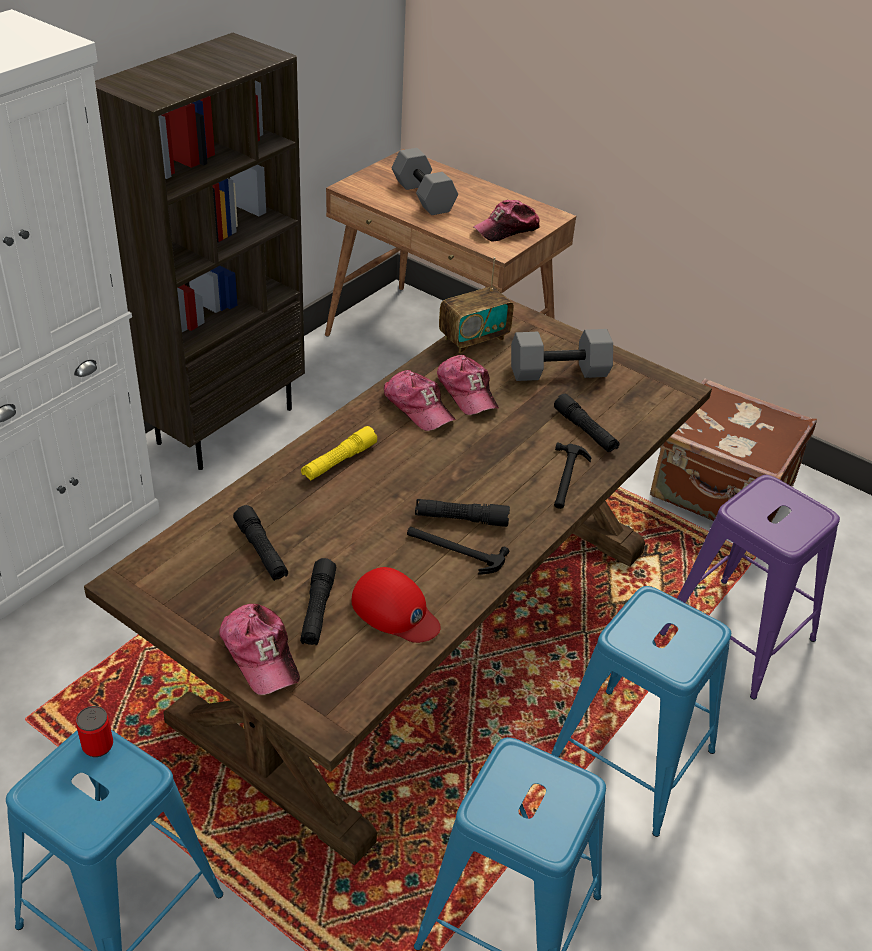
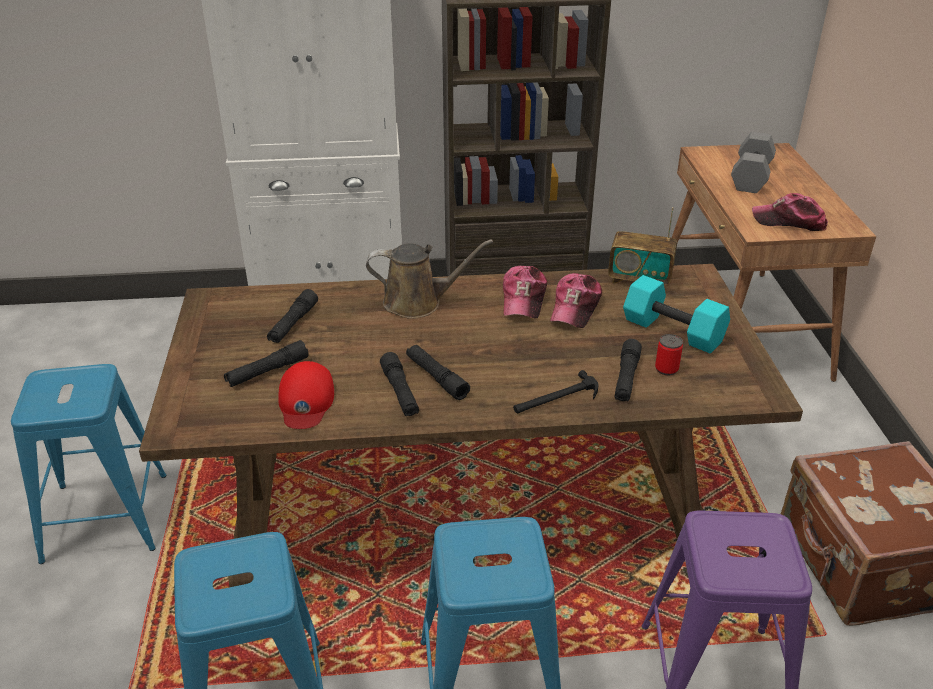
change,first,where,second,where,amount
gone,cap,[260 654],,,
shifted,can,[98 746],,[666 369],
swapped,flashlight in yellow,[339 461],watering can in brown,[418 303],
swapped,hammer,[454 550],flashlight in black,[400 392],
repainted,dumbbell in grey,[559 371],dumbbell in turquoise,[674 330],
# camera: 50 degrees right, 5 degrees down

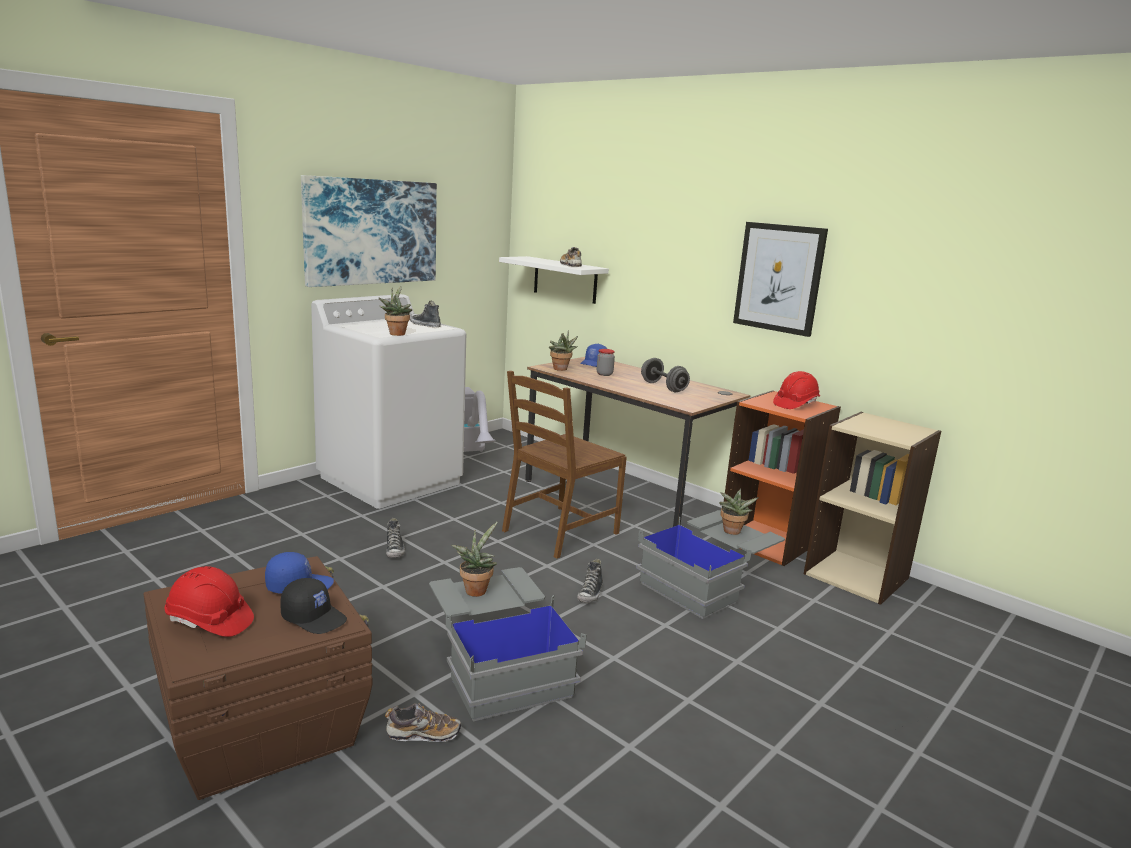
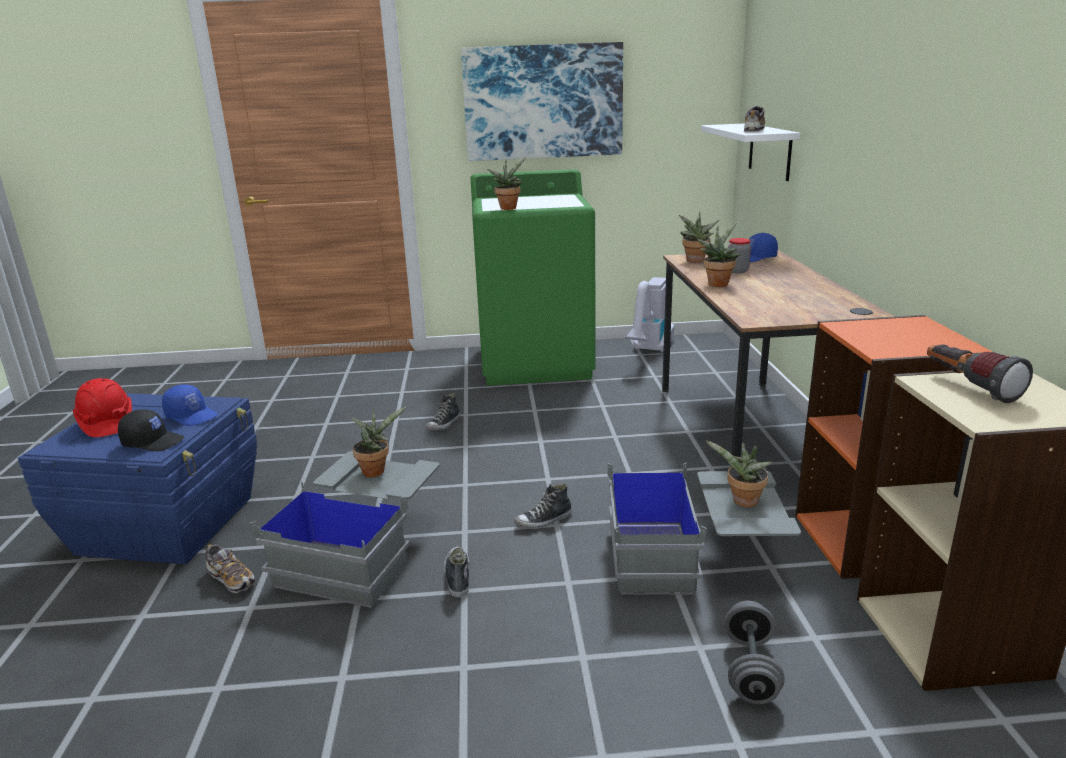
change,first,where,second,where,amount
gone,chair in brown,[559 532],,,
gone,picture,[779 278],,,
gone,hard hat in red,[795 404],,,
new,,,potted plant,[717 283],
new,,,flashlight,[968 387],
shifted,shoe,[424 324],,[457 576],
shifted,dumbbell in grey,[663 387],,[750 669],
repainted,storage box in brown,[263 725],storage box in blue,[169 524],
repainted,washing machine in white,[391 480],washing machine in green,[536 362],
rotated,cap in black,[314 617],,[153 442],60 degrees counterclockwise
# camera: 45 degrees right, 5 degrees up

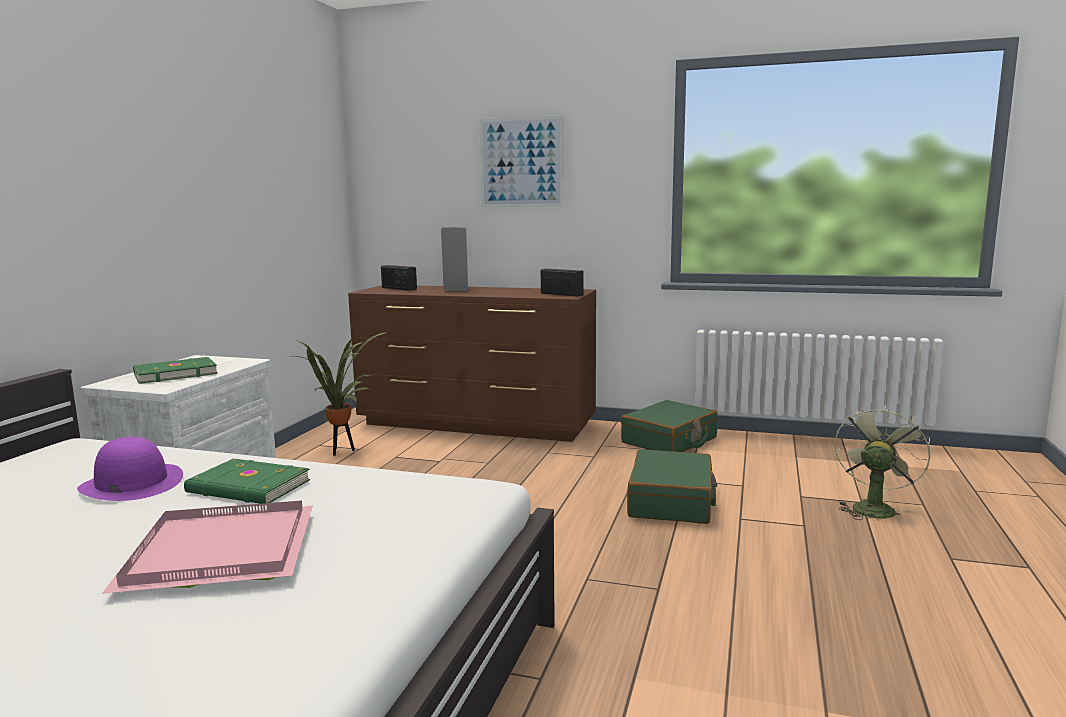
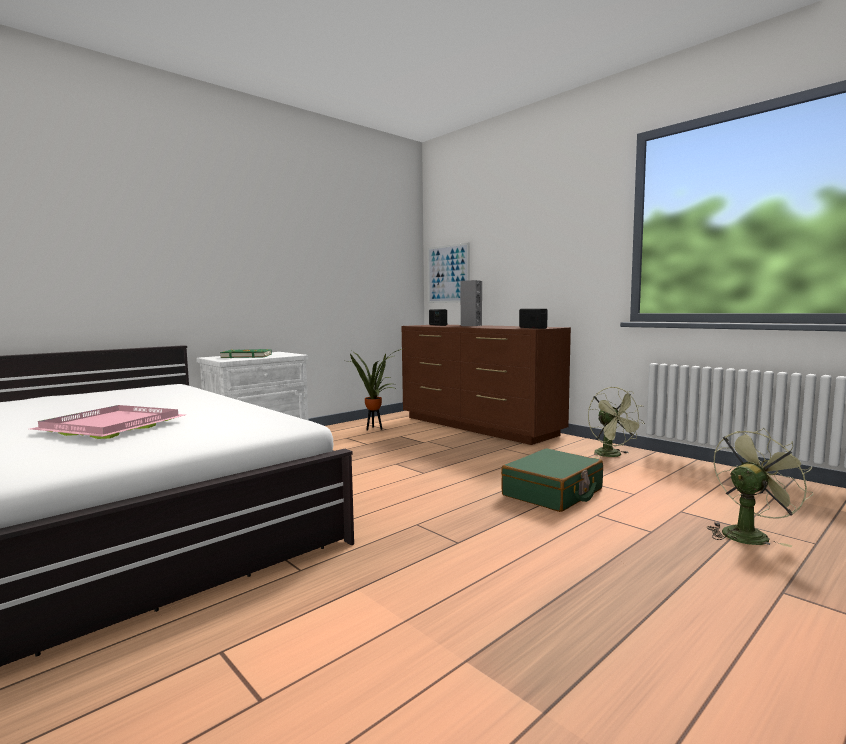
change,first,where,second,where,amount
gone,hat in purple,[131 483],,,
gone,book in green,[248 487],,,
shifted,picture,[521 162],,[448 274],
swapped,suitcase in green,[669 441],fan in green,[612 455],
# camera: 30 degrees right, 5 degrees down

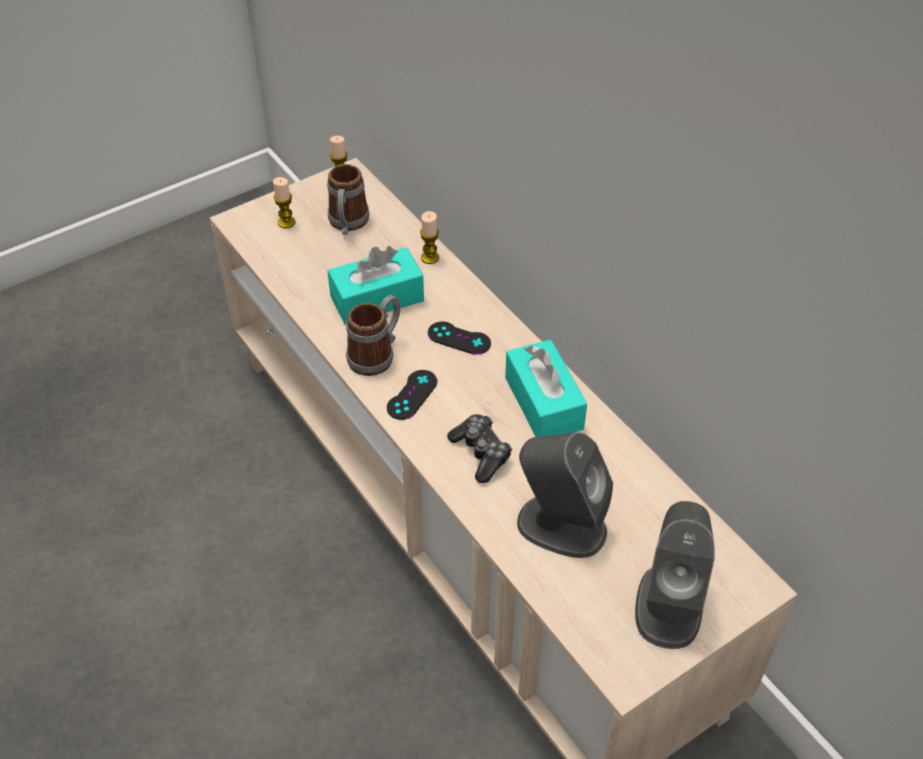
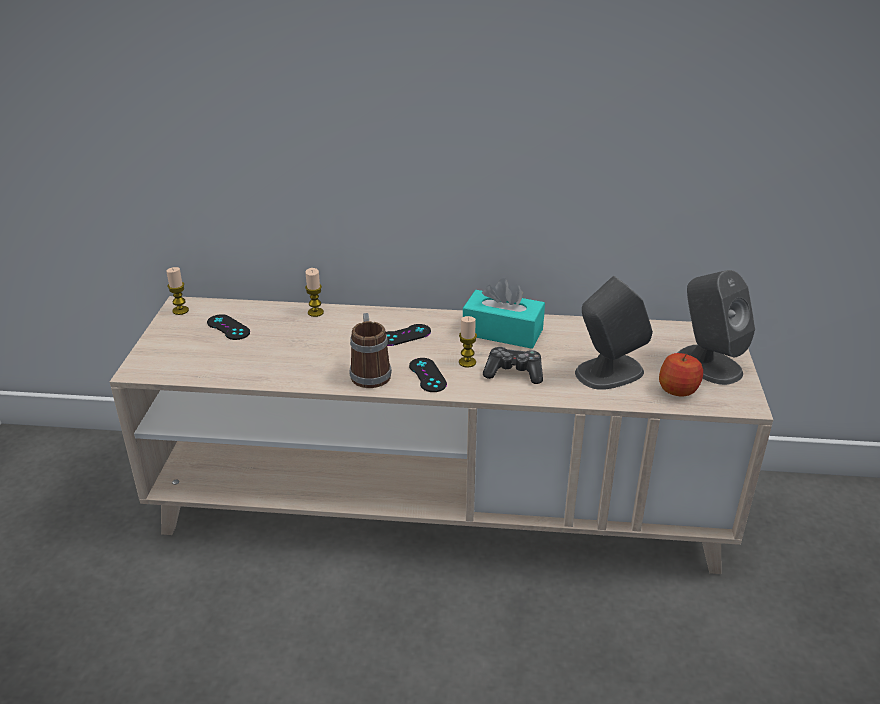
change,first,where,second,where,amount
gone,tissue box in turquoise,[377 299],,,
new,,,apple,[678 389],
shifted,candle,[286 222],,[467 362],
swapped,mug,[347 224],game controller in black,[228 327],
# camera: 50 degrees left, 15 degrees down

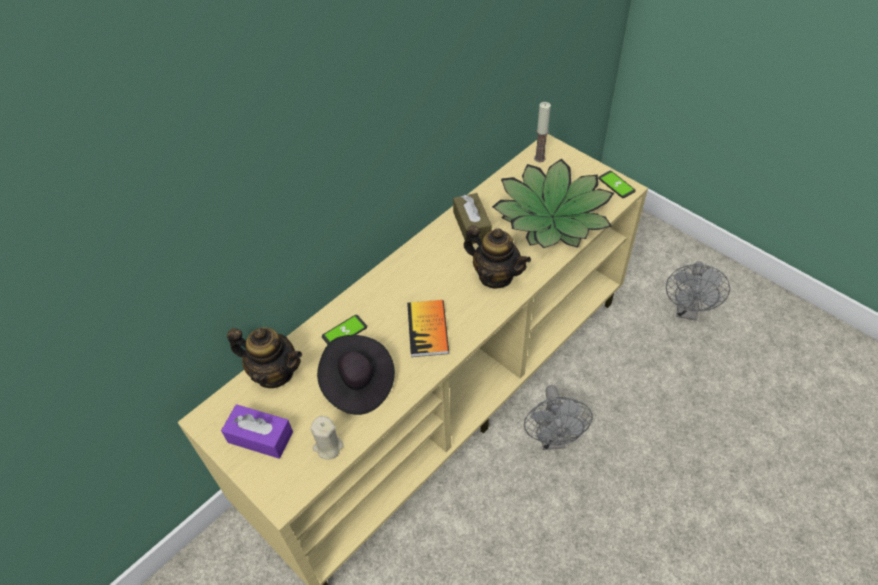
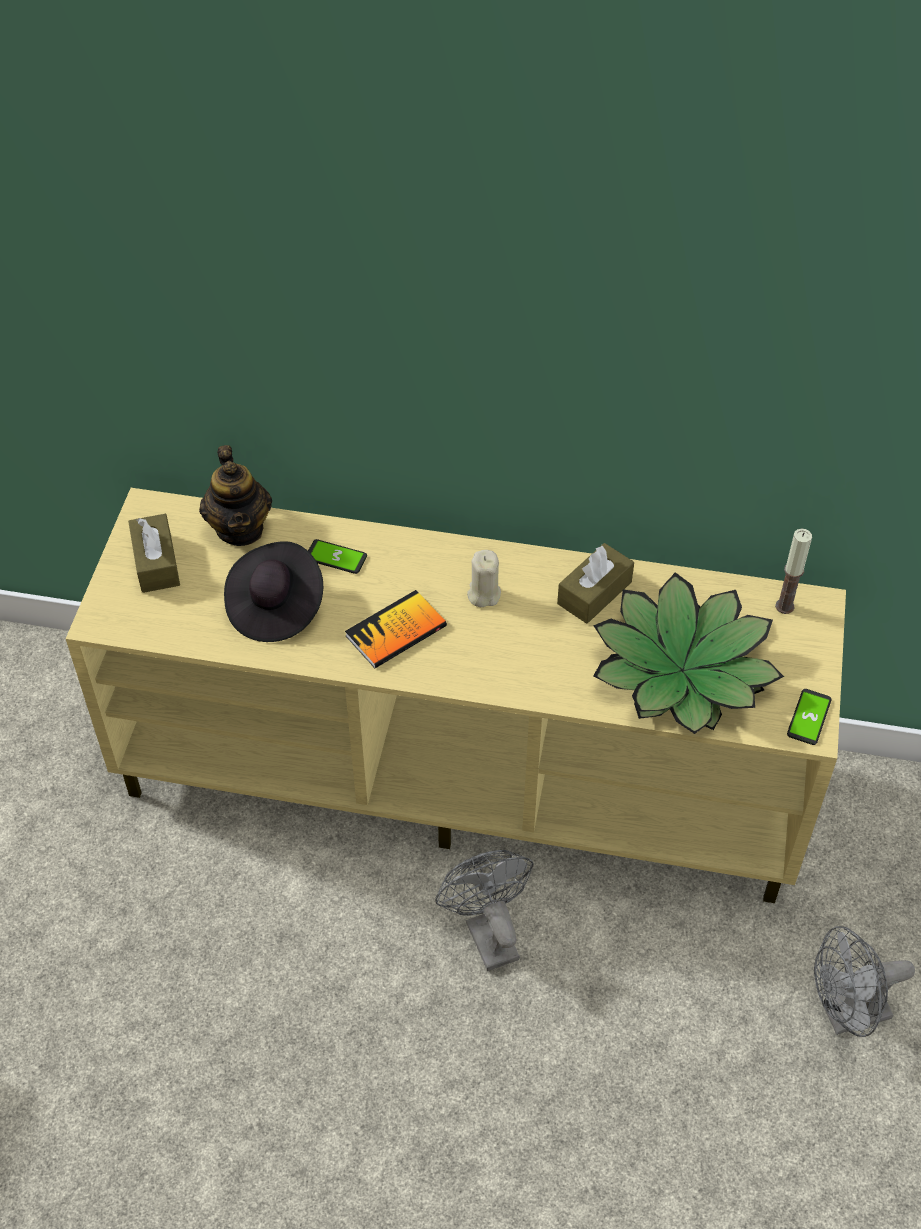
change,first,where,second,where,amount
gone,teapot,[495 276],,,
shifted,candle in beige,[328 446],,[483 594],
repainted,tissue box in purple,[260 437],tissue box in brown,[156 563],
rotated,fan in grey,[552 438],,[487 932],105 degrees clockwise
# camera: 55 degrees right, 0 degrees up

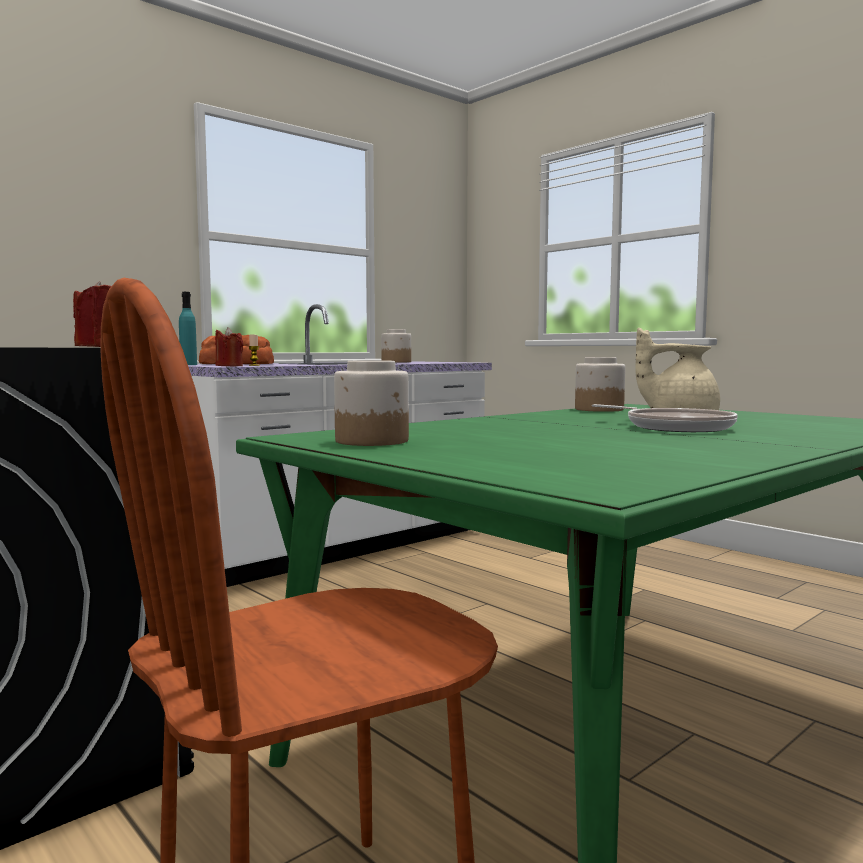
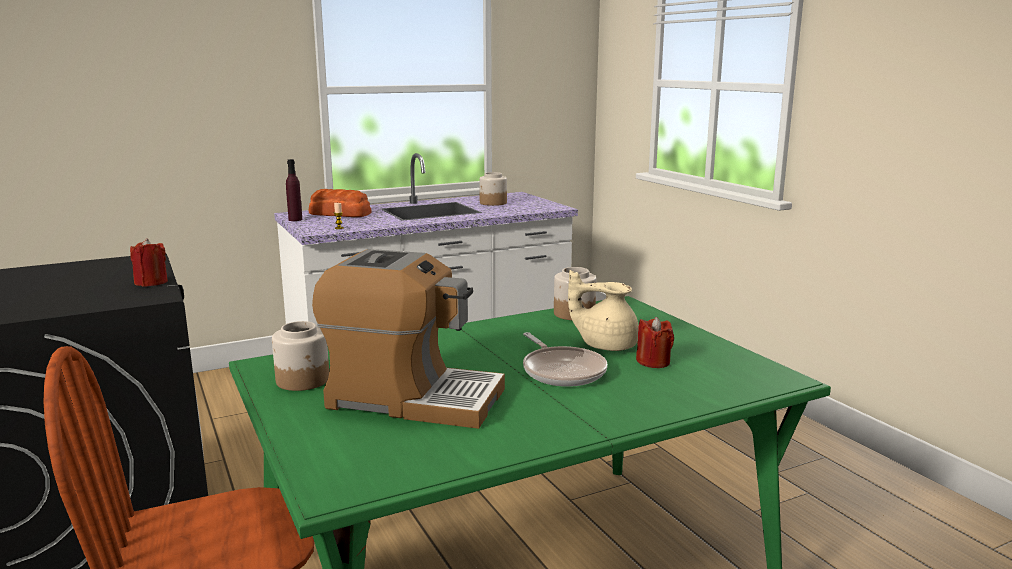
change,first,where,second,where,amount
new,,,coffee machine,[412 398],
shifted,candle in red,[229 366],,[653 362],
repainted,bottle in turquoise,[188 365],bottle in purple,[295 219],
# camera: 15 degrees right, 10 degrees up

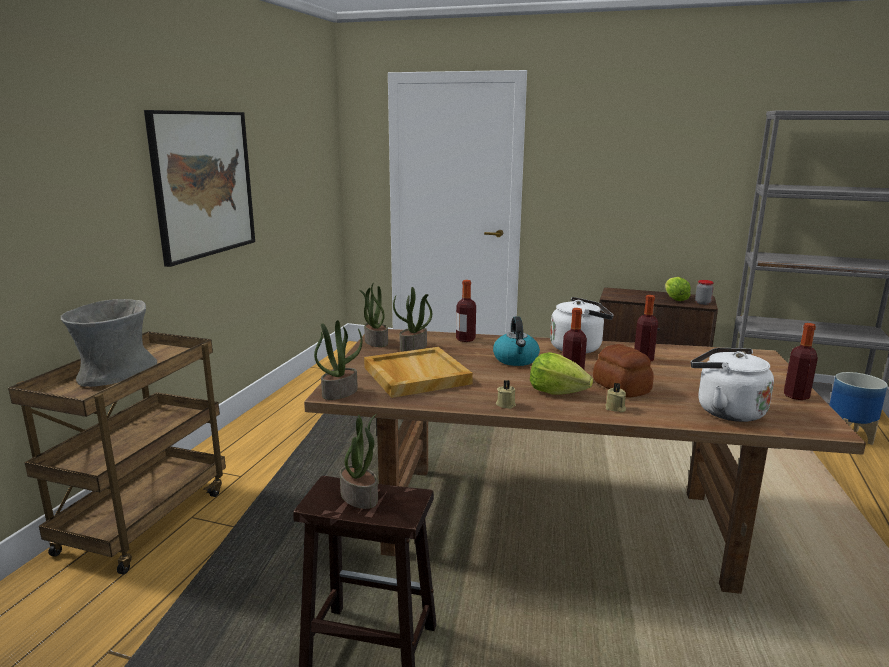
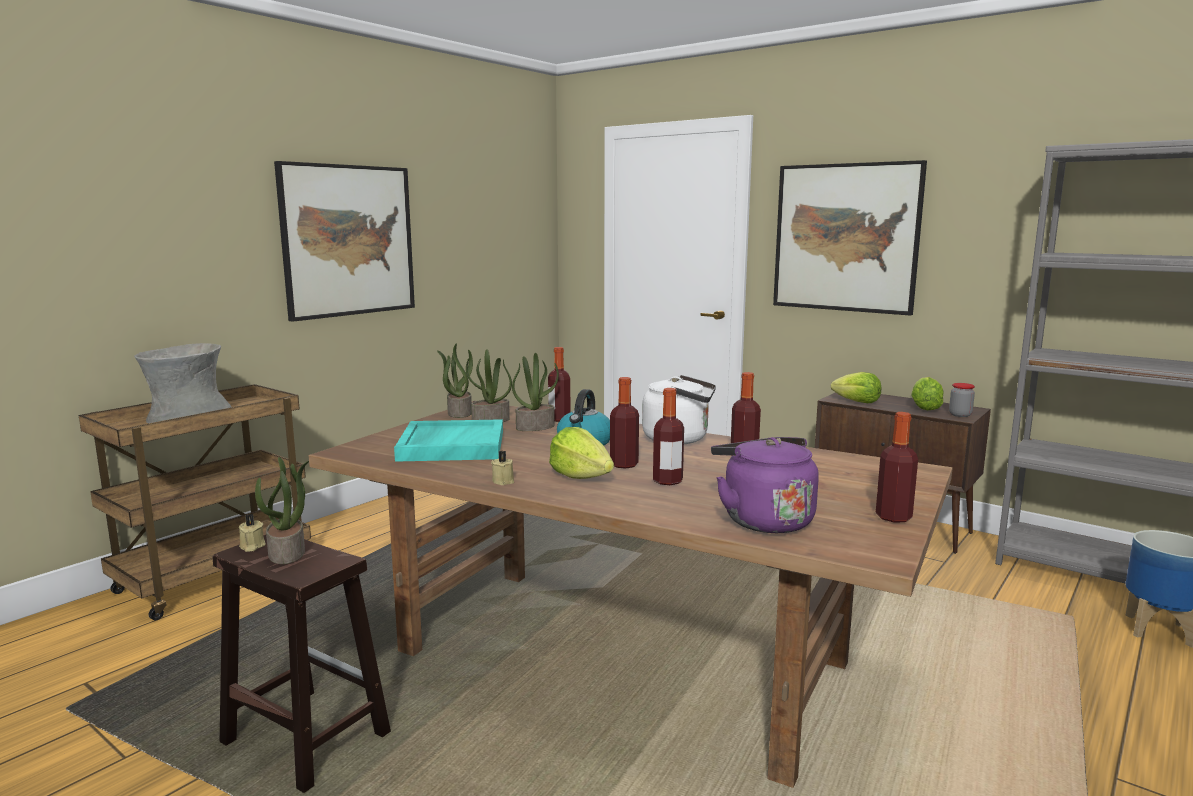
change,first,where,second,where,amount
new,,,picture,[845 238],
new,,,lettuce,[857 402],
shifted,potted plant,[340 392],,[535 427],
shifted,candle in beige,[615 408],,[251 546],
swapped,bread,[621 387],bottle,[667 481],
repainted,tray in beige,[415 375],tray in turquoise,[451 445],
repainted,kettle in white,[725 411],kettle in purple,[763 519],
# camera: 20 degrees right, 5 degrees down

